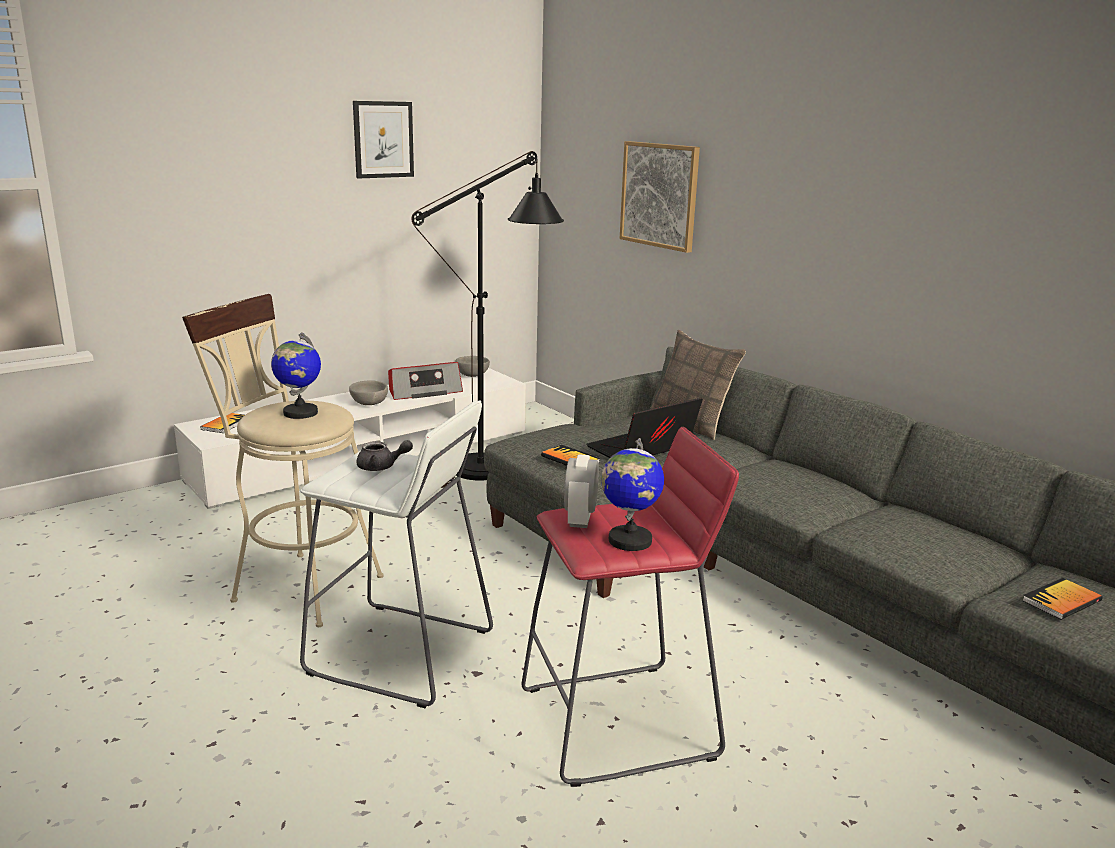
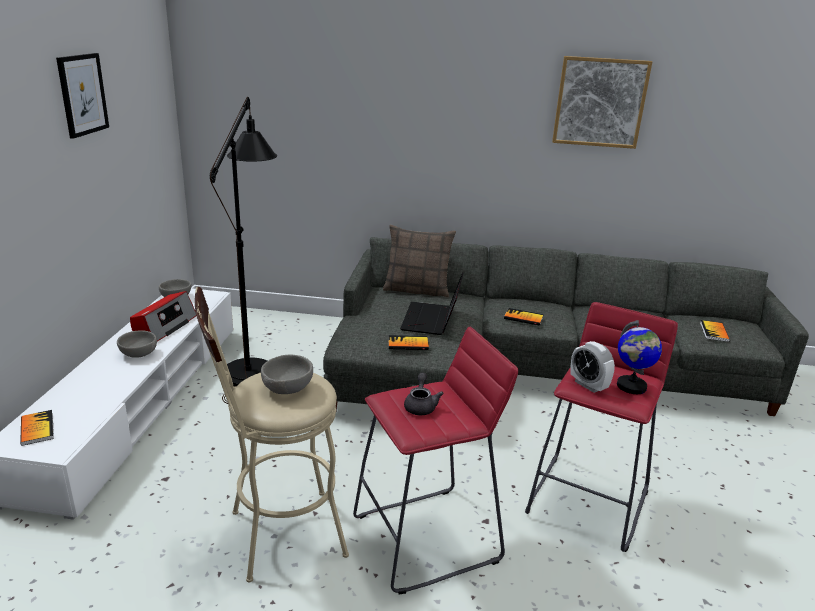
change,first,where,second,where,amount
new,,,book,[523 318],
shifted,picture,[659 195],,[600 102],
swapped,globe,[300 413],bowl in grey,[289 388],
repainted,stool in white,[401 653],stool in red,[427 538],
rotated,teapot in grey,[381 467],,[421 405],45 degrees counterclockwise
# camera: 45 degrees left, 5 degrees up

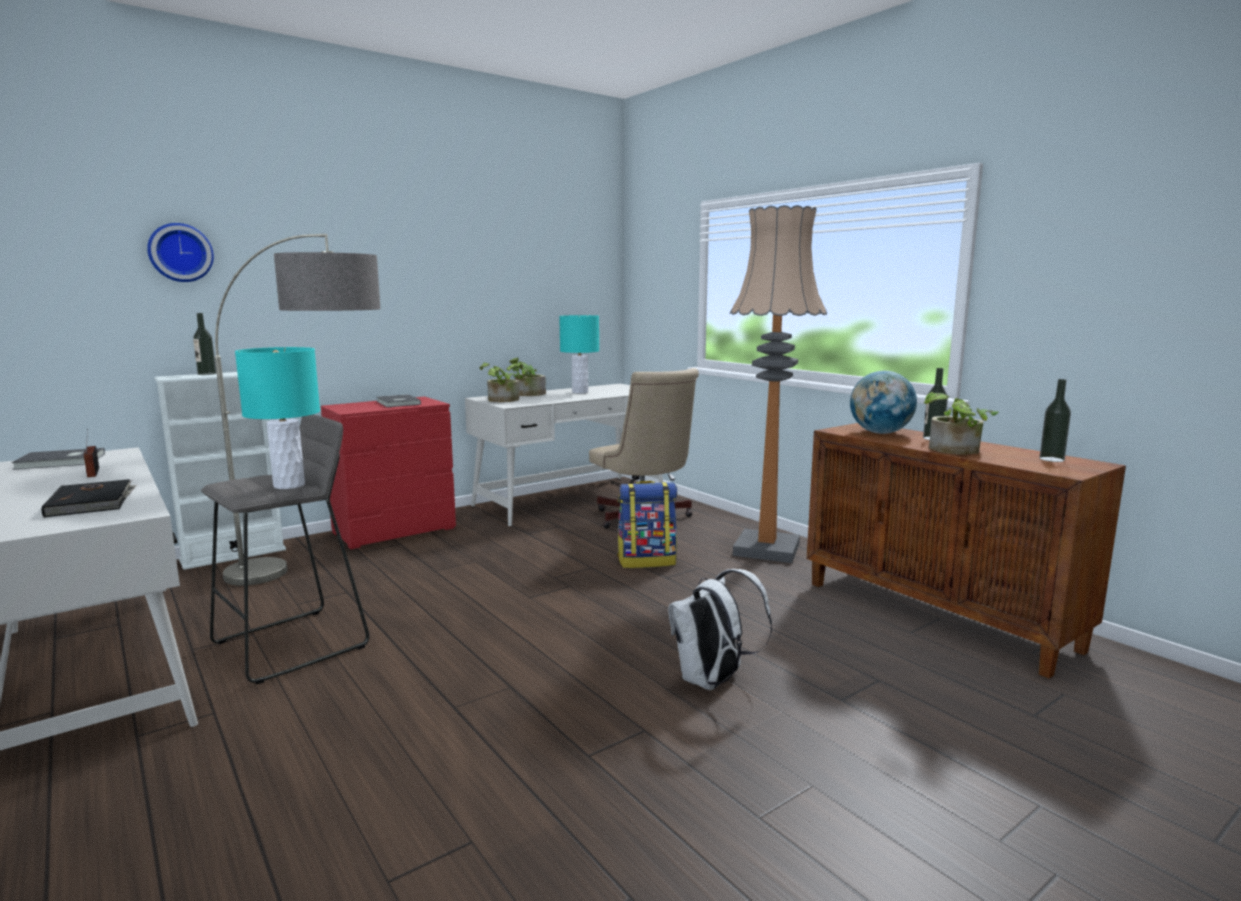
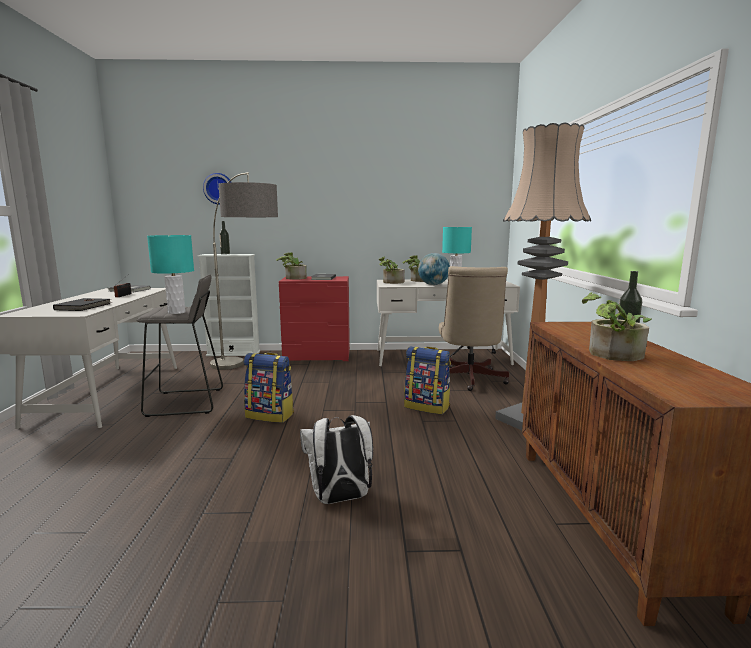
change,first,where,second,where,amount
gone,bottle,[1051 459],,,
new,,,backpack,[270 415],
new,,,potted plant,[293 278],
shifted,globe,[880 433],,[433 285],
# camera: 35 degrees right, 0 degrees up

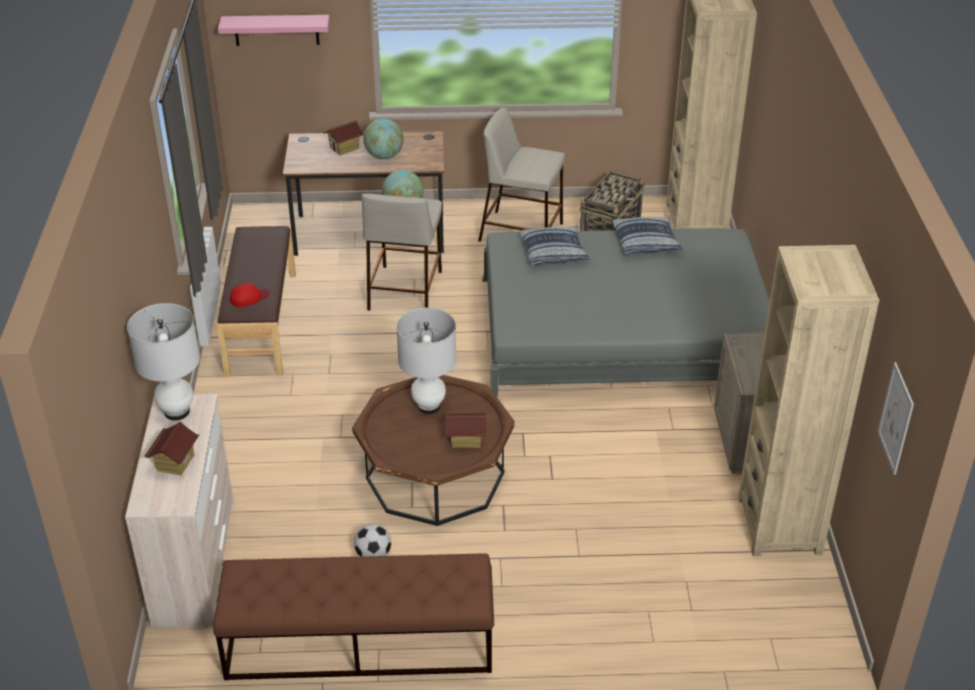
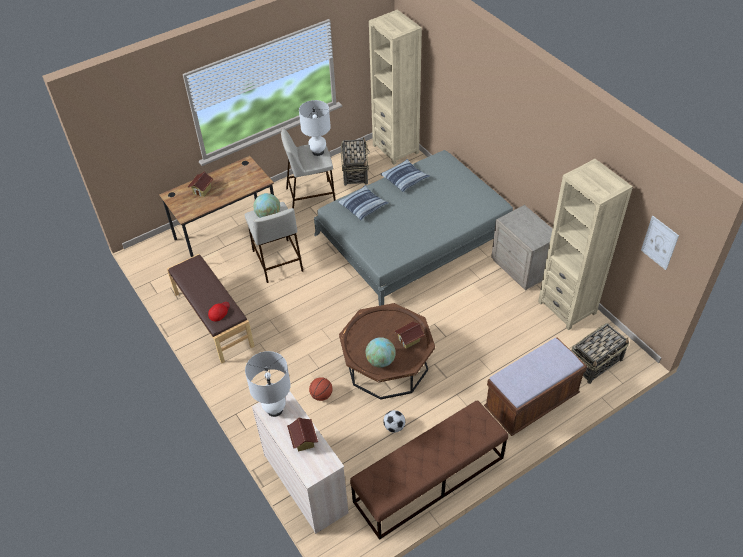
change,first,where,second,where,amount
gone,shelf in pink,[276 30],,,
new,,,basketball,[321 395],
new,,,bench in brown,[531 402],
new,,,basket,[596 362],
shifted,globe,[384 156],,[380 361],
shifted,table lamp in white,[429 406],,[318 152],
# camera: 30 degrees left, 10 degrees up

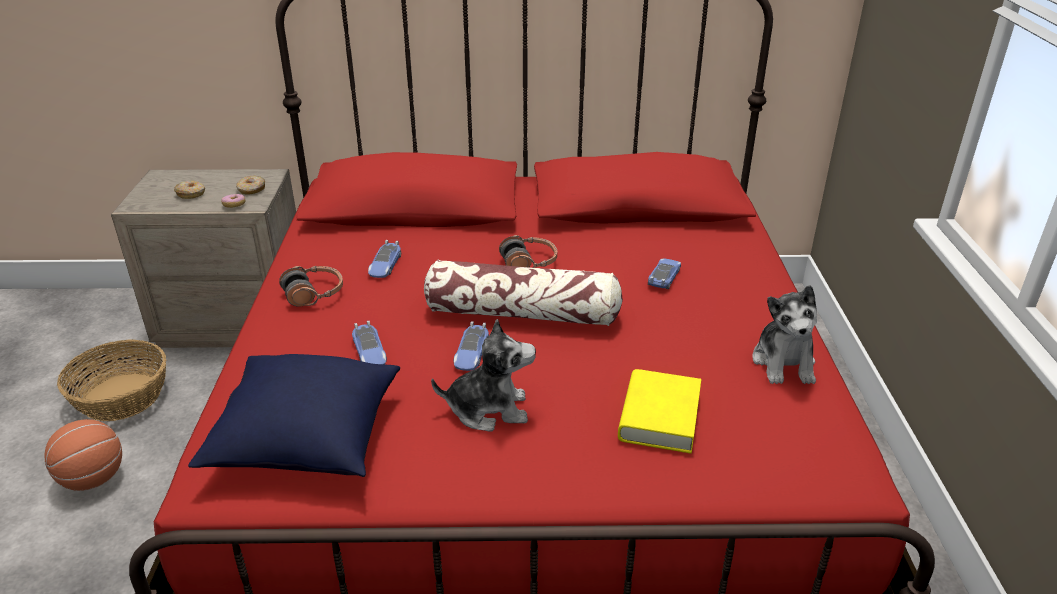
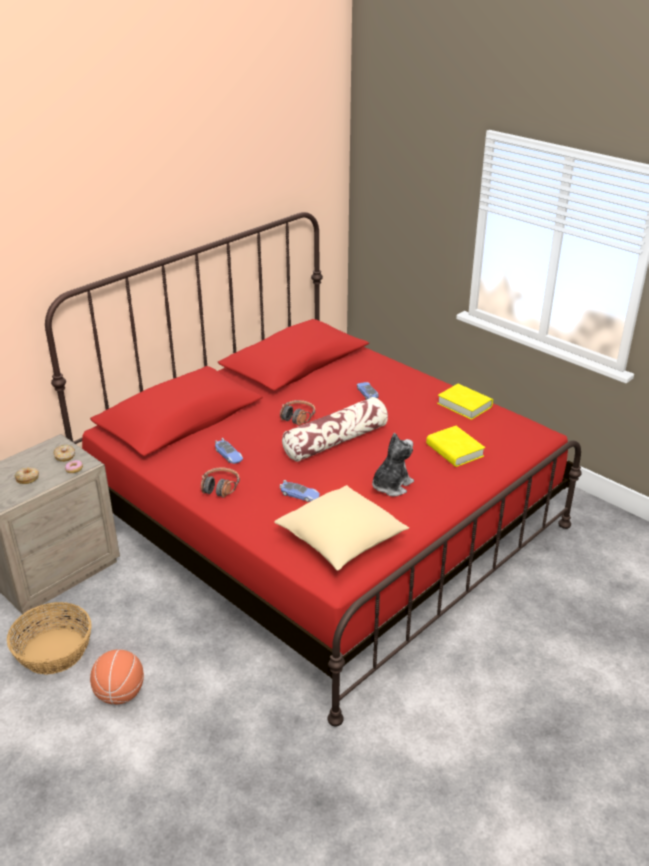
change,first,where,second,where,amount
gone,toy car,[471 353],,,
swapped,plush toy,[784 363],book in yellow,[464 405],
repainted,pillow in blue,[306 440],pillow in beige,[341 541],
# camera: 45 degrees left, 0 degrees up

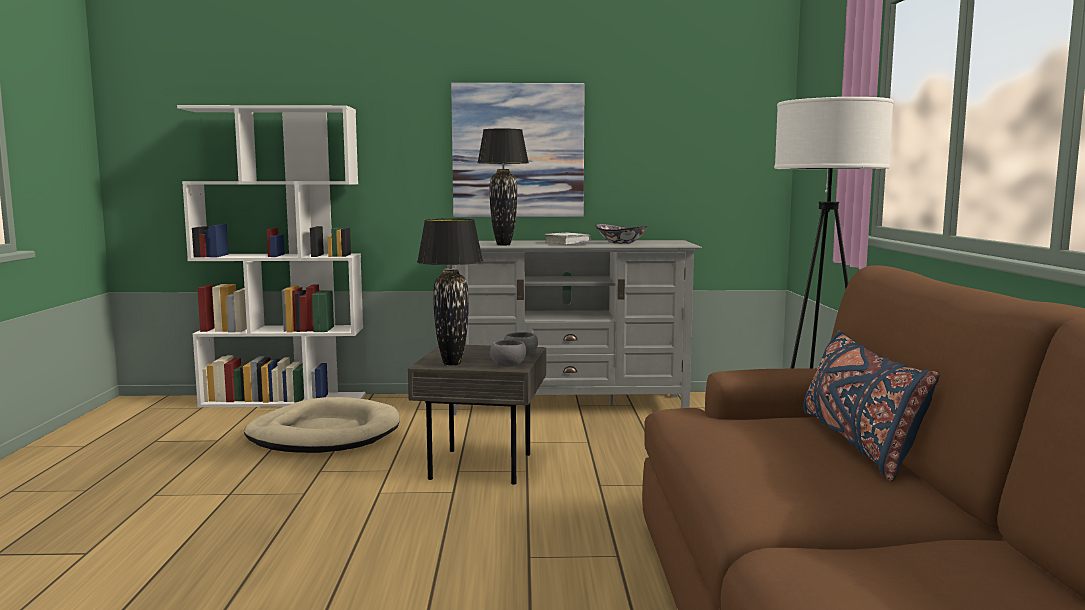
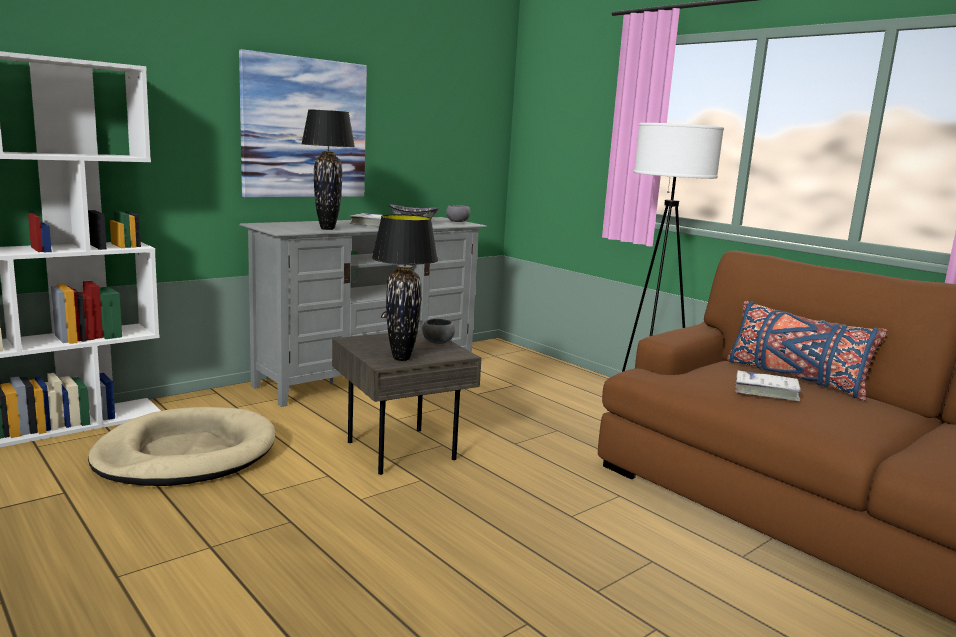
change,first,where,second,where,amount
new,,,book in white,[766 392],
shifted,bowl in grey,[509 366],,[458 222],
# camera: 40 degrees left, 5 degrees up

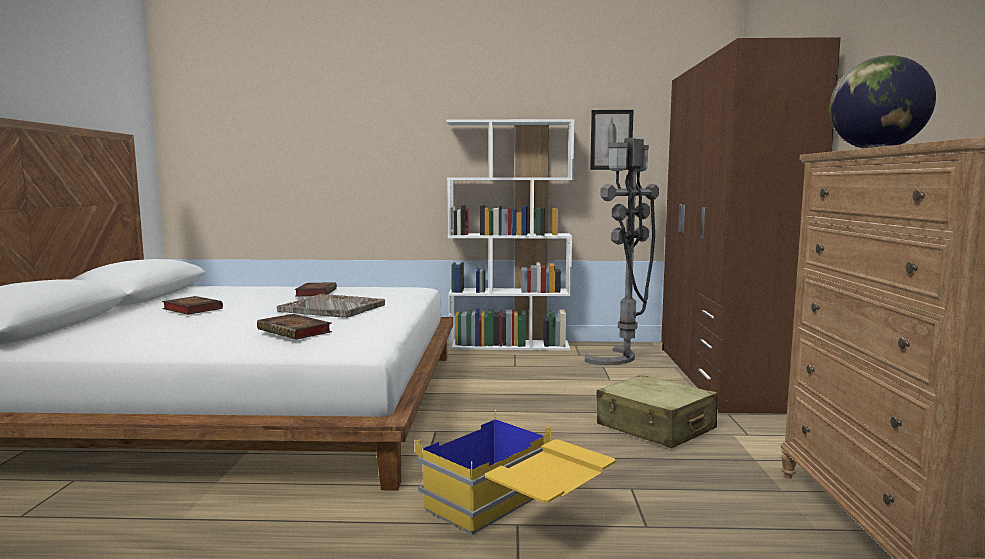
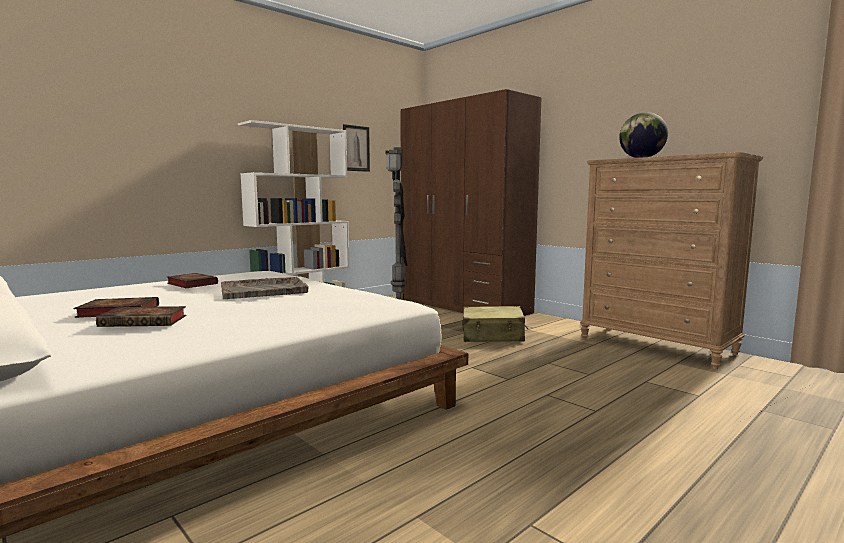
change,first,where,second,where,amount
gone,storage box in yellow,[514 517],,,
shifted,book,[296 331],,[146 321],
# camera: 45 degrees left, 0 degrees up

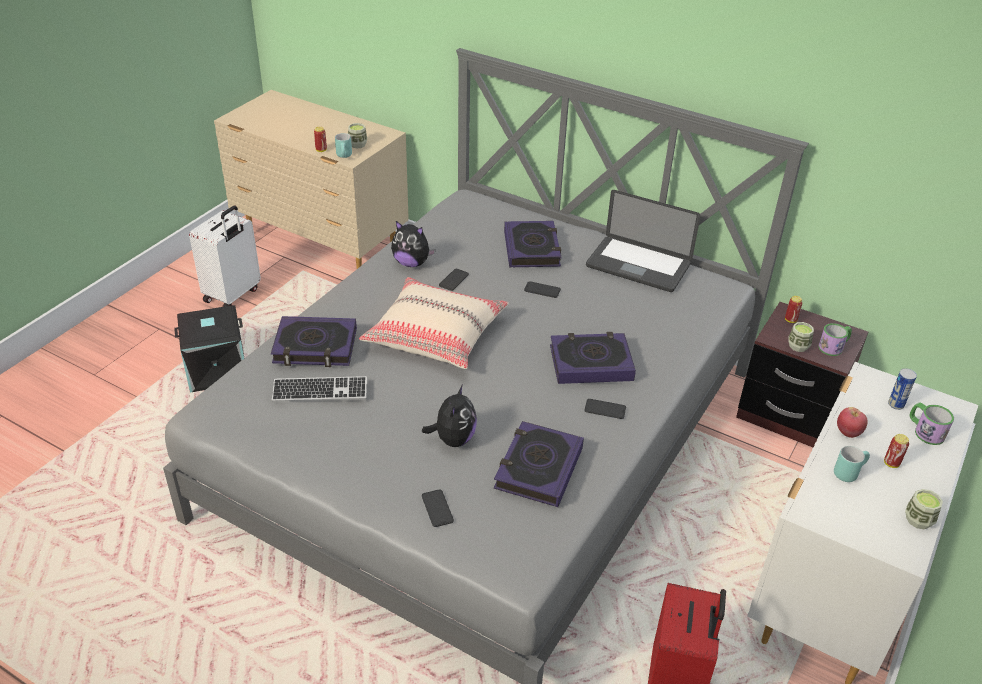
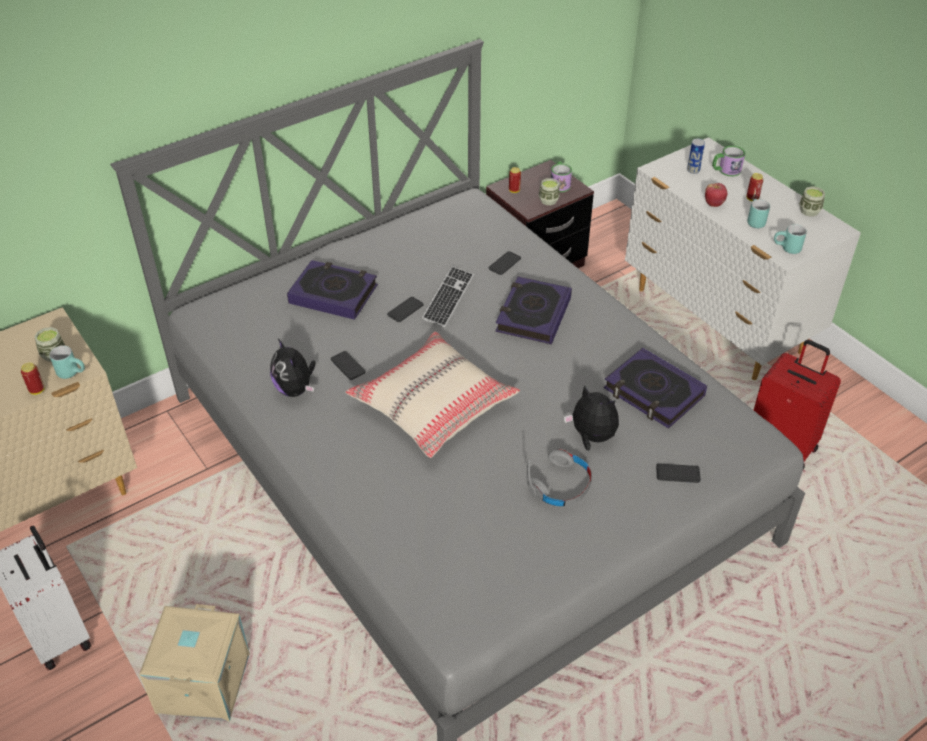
change,first,where,second,where,amount
gone,book,[315 347],,,
gone,laptop,[638 265],,,
new,,,headphones in grey,[561 485],
new,,,mug in turquoise,[787 249],
shifted,keyboard,[320 391],,[448 298],
shifted,phone,[605 409],,[504 263],
repainted,storage box in black,[217 369],storage box in beige,[202 682],
rotated,plush toy,[412 263],,[295 389],105 degrees clockwise
# camera: 65 degrees left, 5 degrees up

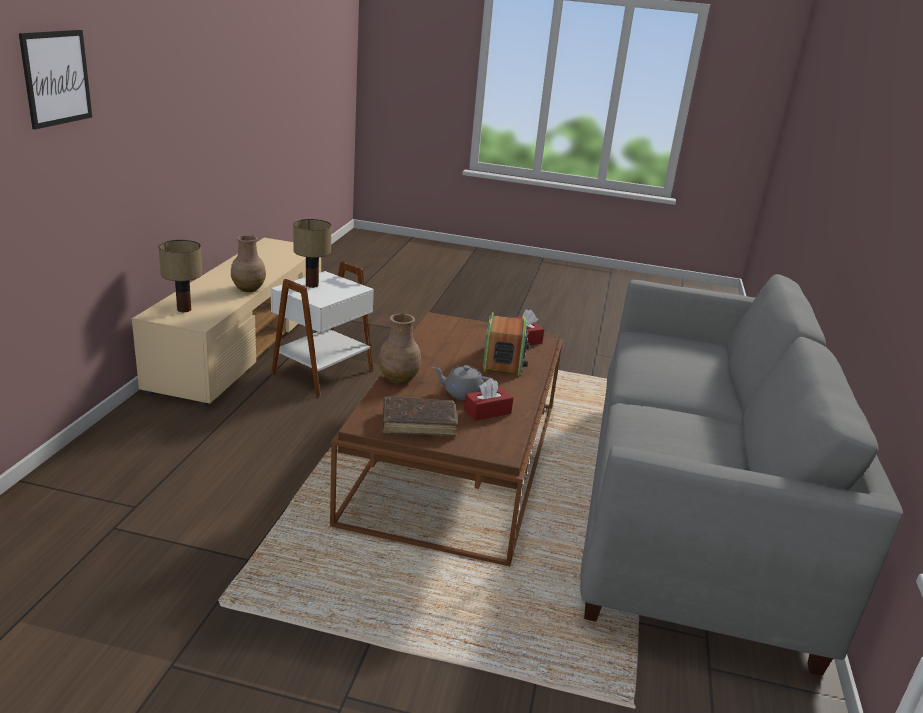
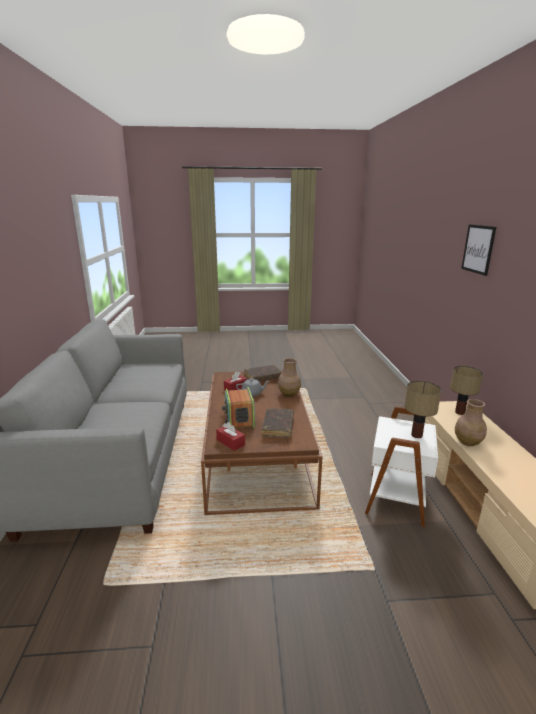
change,first,where,second,where,amount
new,,,book in brown,[278 427],
# camera: 165 degrees right, 5 degrees down

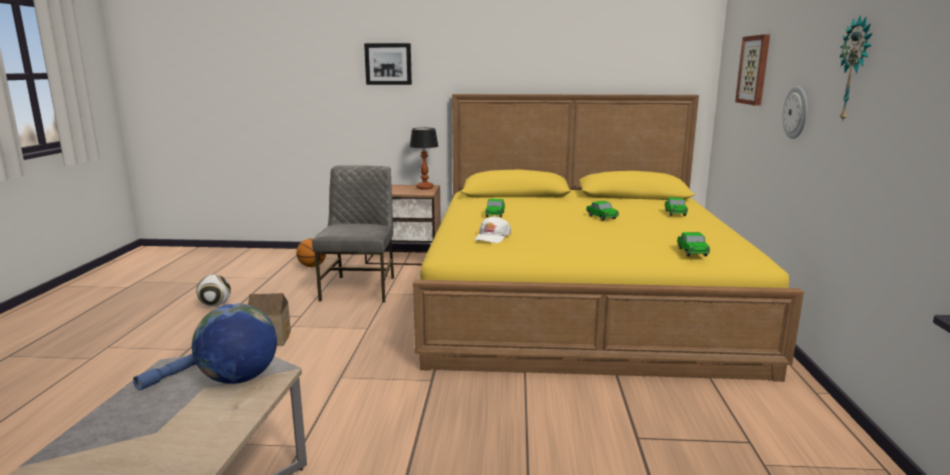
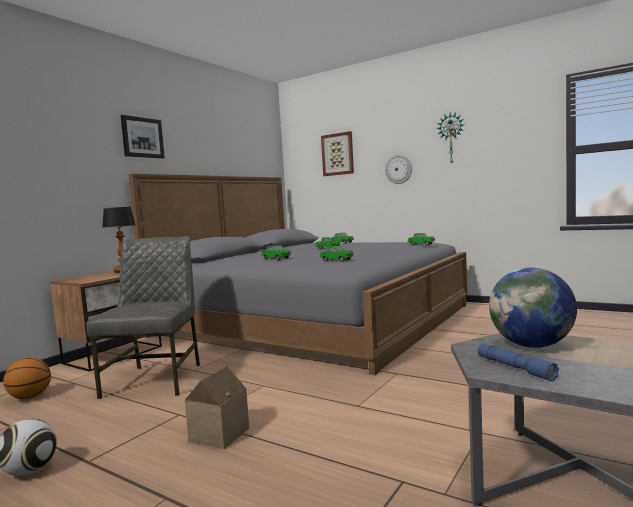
change,first,where,second,where,amount
shifted,picture,[388 64],,[142 137],
swapped,cap in white,[492 237],toy car,[337 260],
repainted,bed in yellow,[578 300],bed in grey,[314 320],
rotated,chair in grey,[360 288],,[156 379],60 degrees clockwise
# camera: 60 degrees left, 10 degrees down

